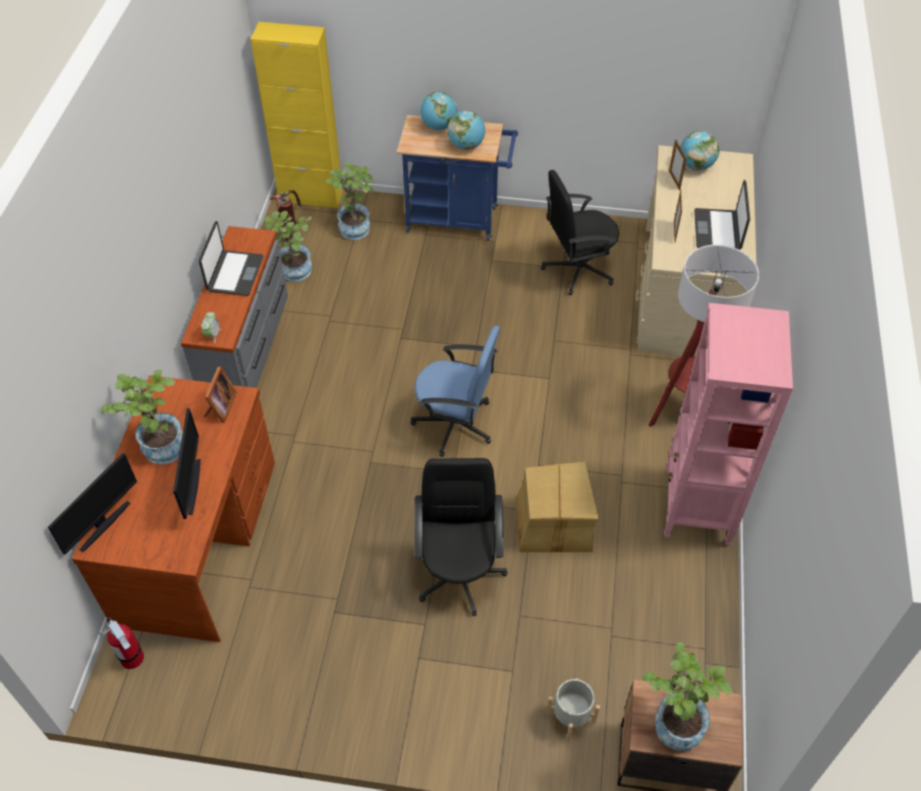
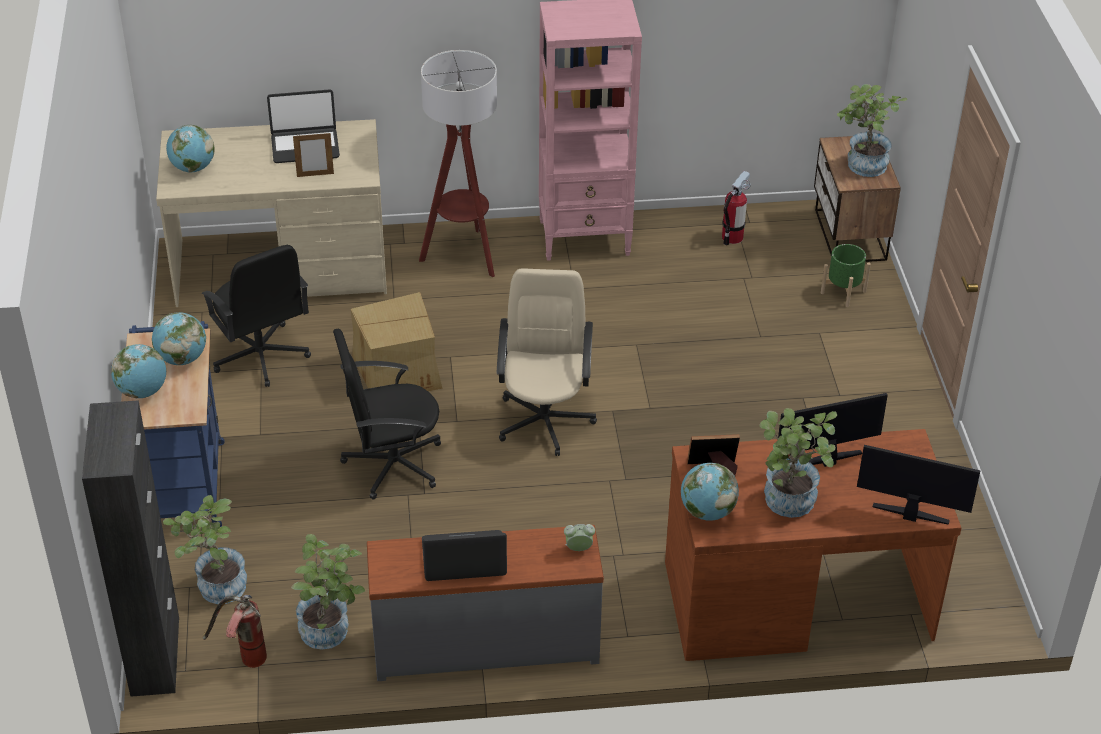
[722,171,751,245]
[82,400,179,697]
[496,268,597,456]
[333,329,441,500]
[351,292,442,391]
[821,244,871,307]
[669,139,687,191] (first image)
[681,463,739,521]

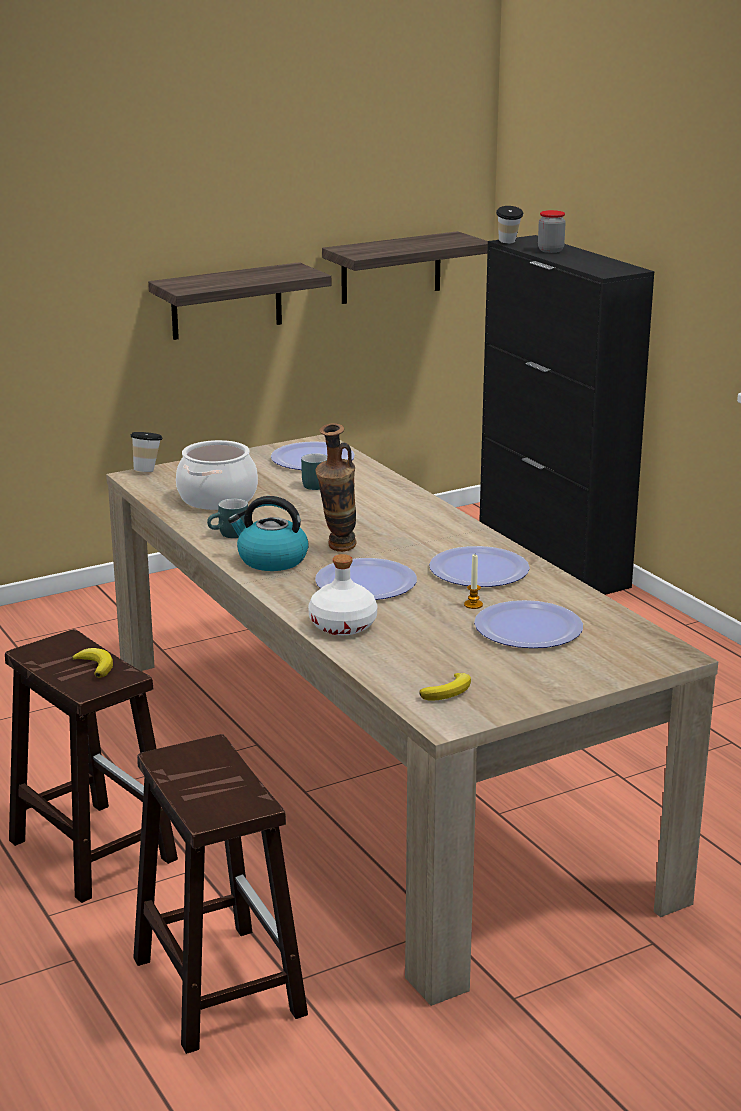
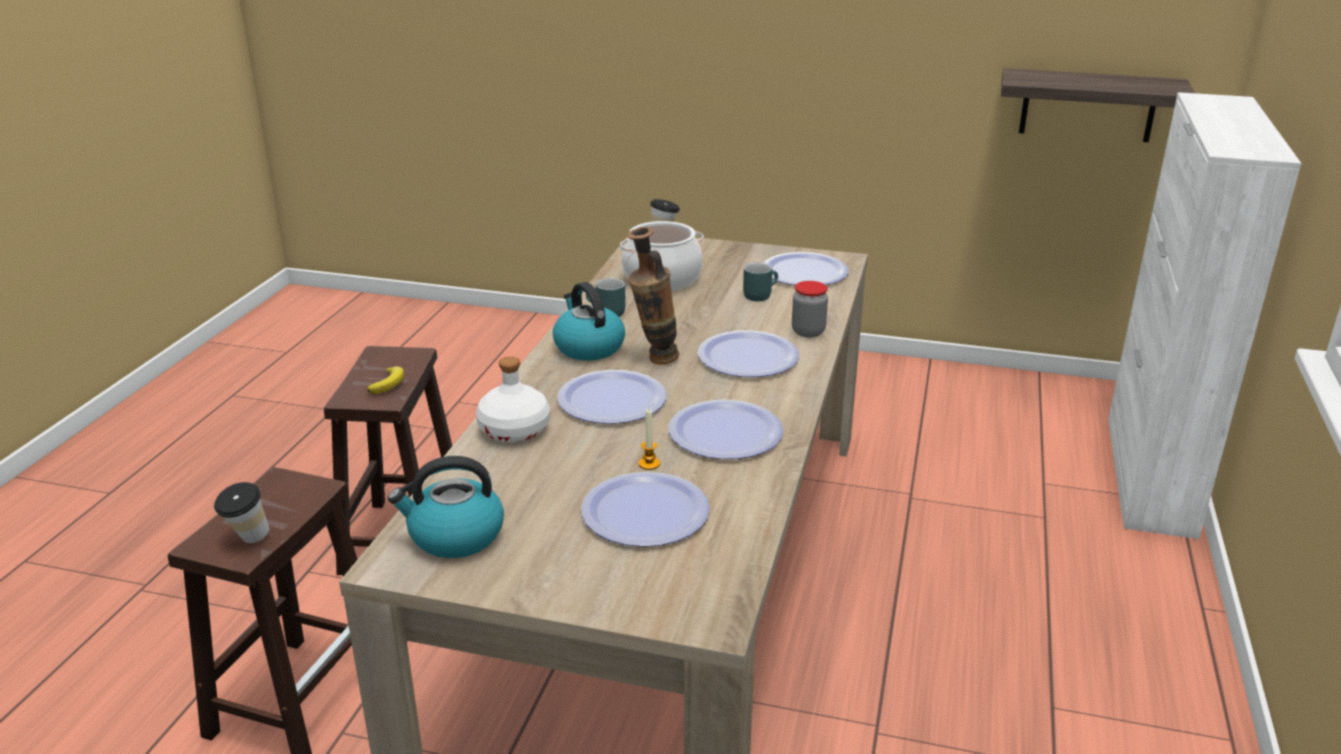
[148,262,331,340] (first image)
[388,456,504,558]
[1108,92,1302,539]
[214,482,269,543]
[792,281,828,338]
[698,330,799,377]

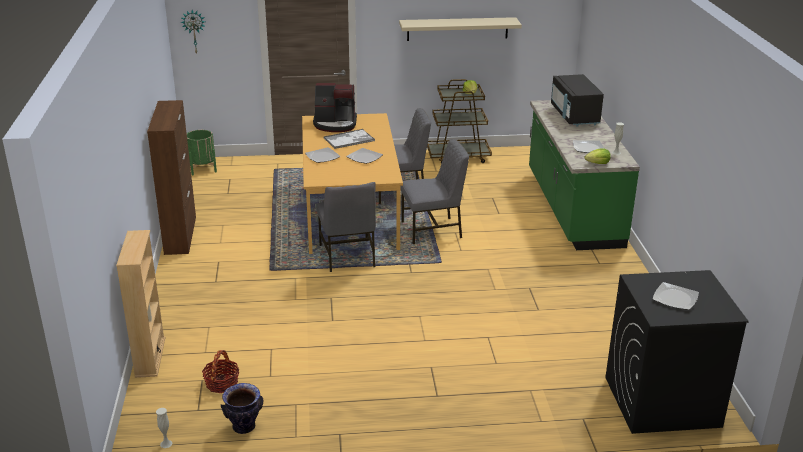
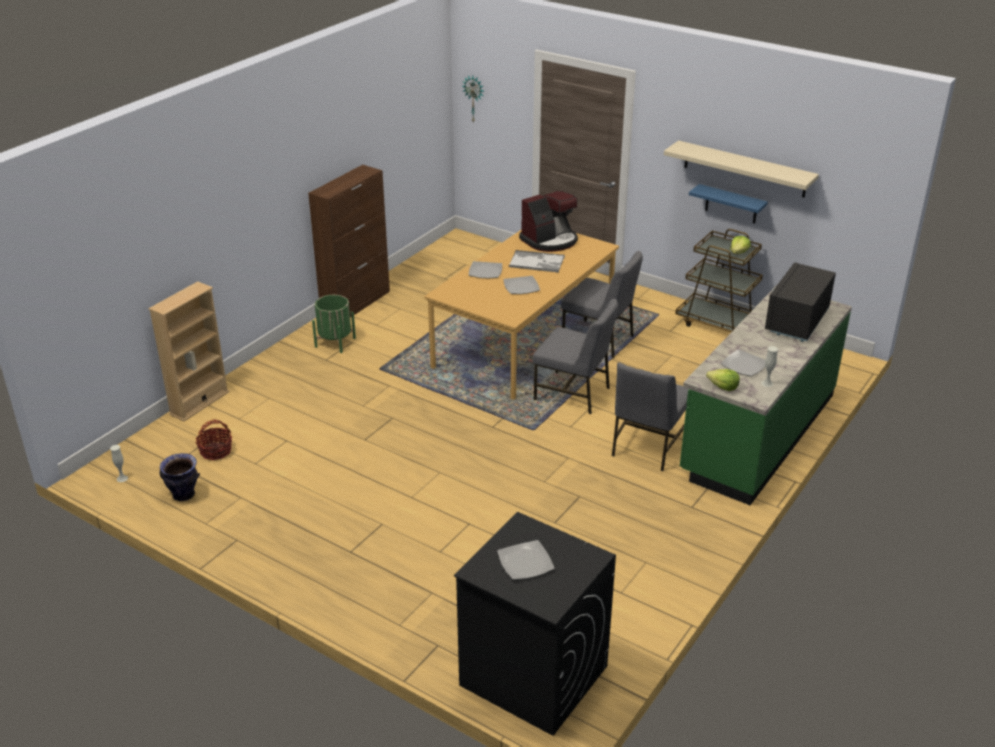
[312,295,356,353]
[519,191,578,252]
[612,362,688,471]
[689,184,768,224]

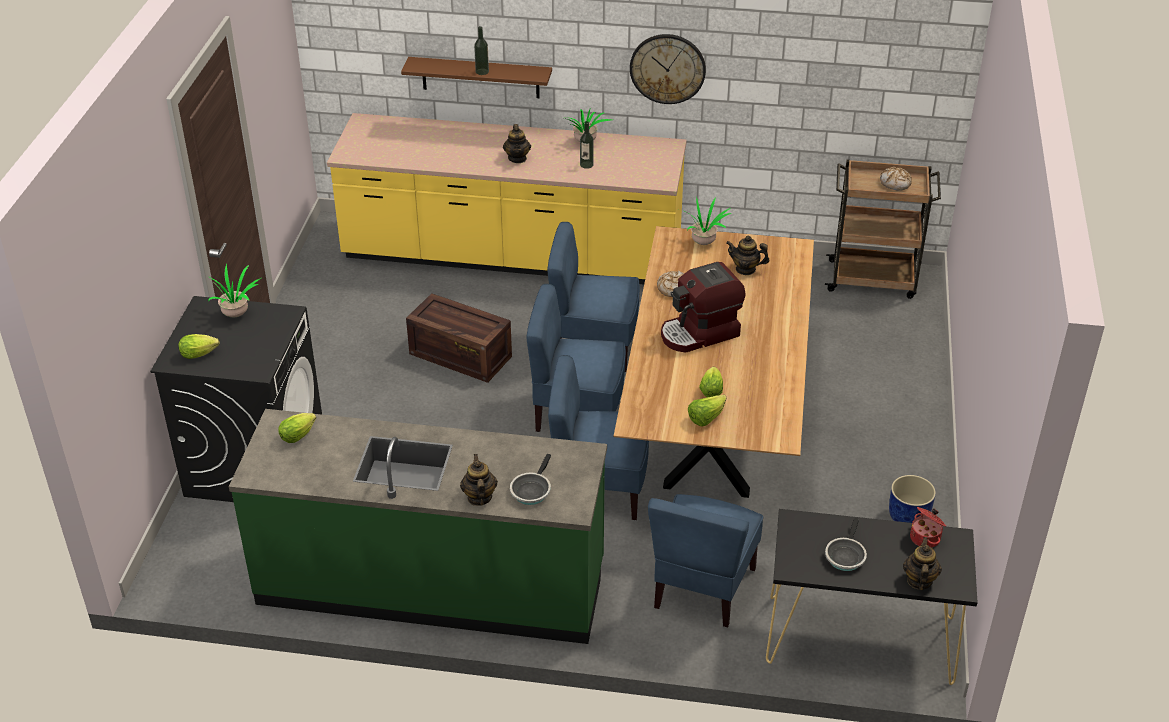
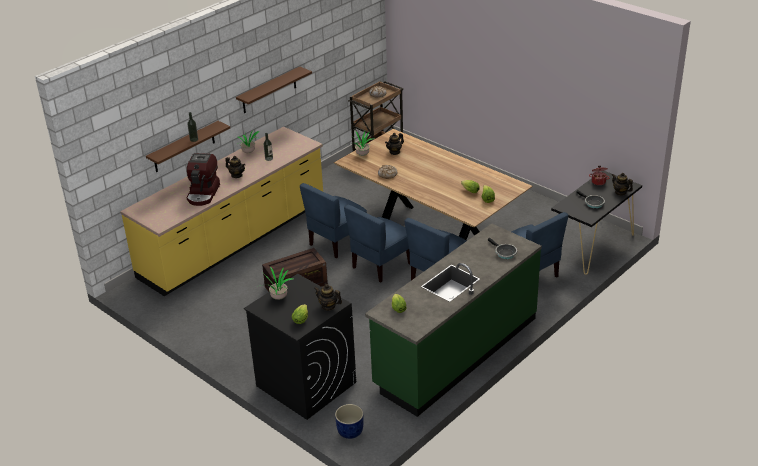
[314,284,342,311]
[236,67,312,114]
[186,153,220,206]
[335,404,363,439]

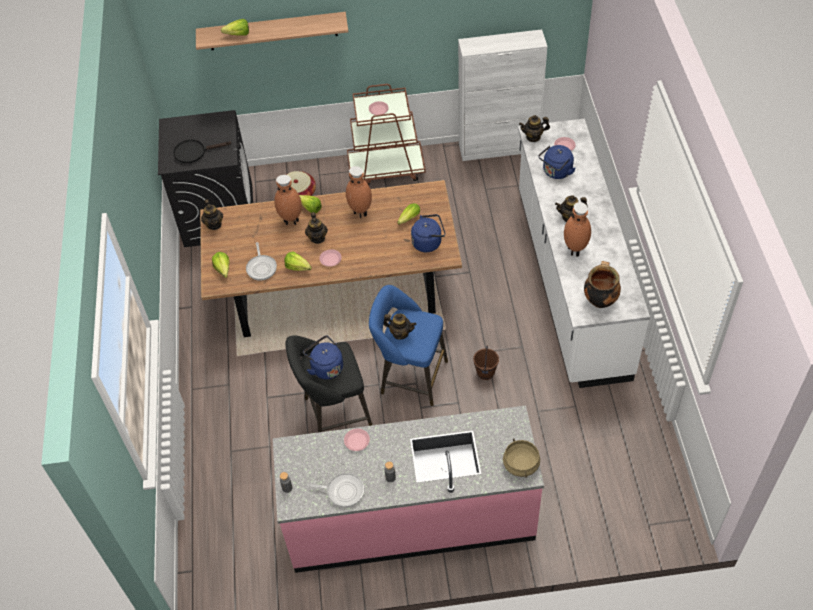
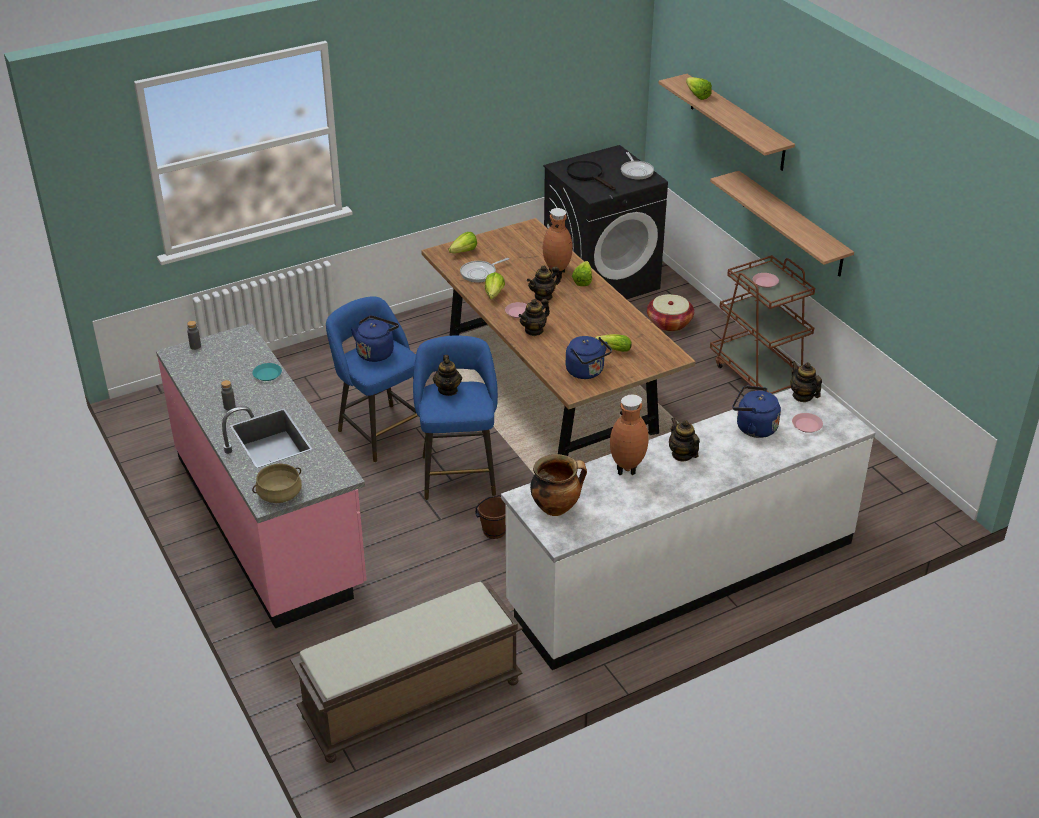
[518,299,550,336]
[326,296,426,463]
[621,152,654,180]
[252,363,282,381]
[346,166,372,218] (first image)
[458,29,548,161] (first image)
[290,582,523,763]
[710,171,854,277]

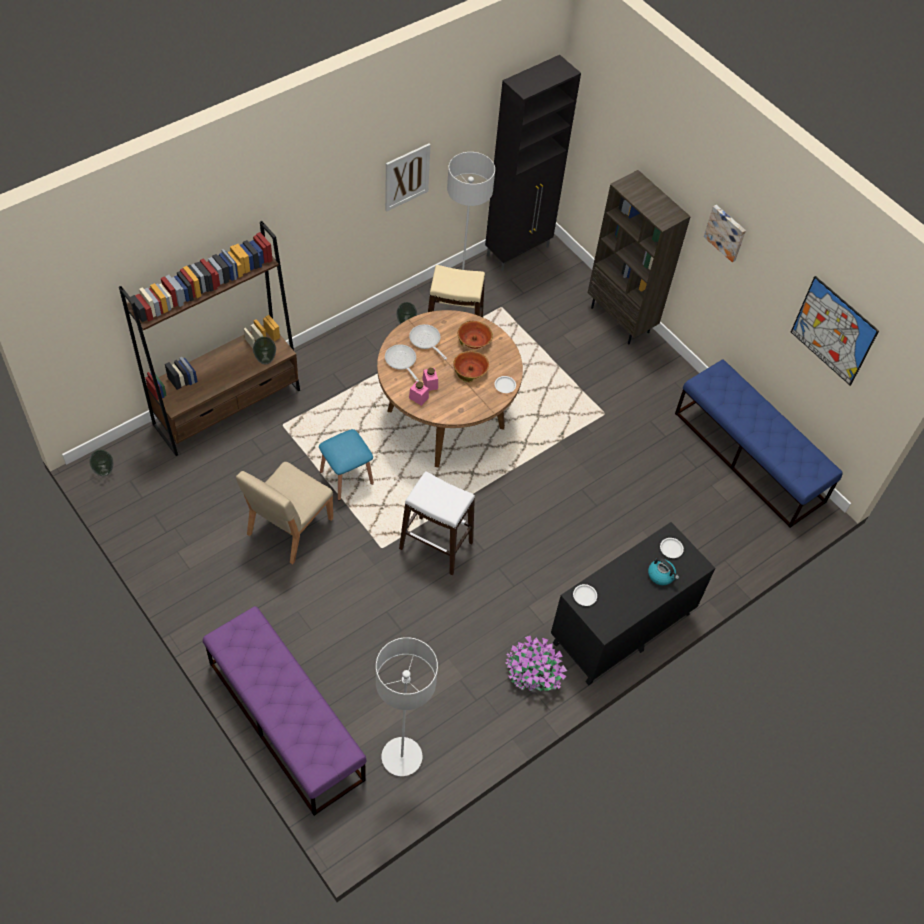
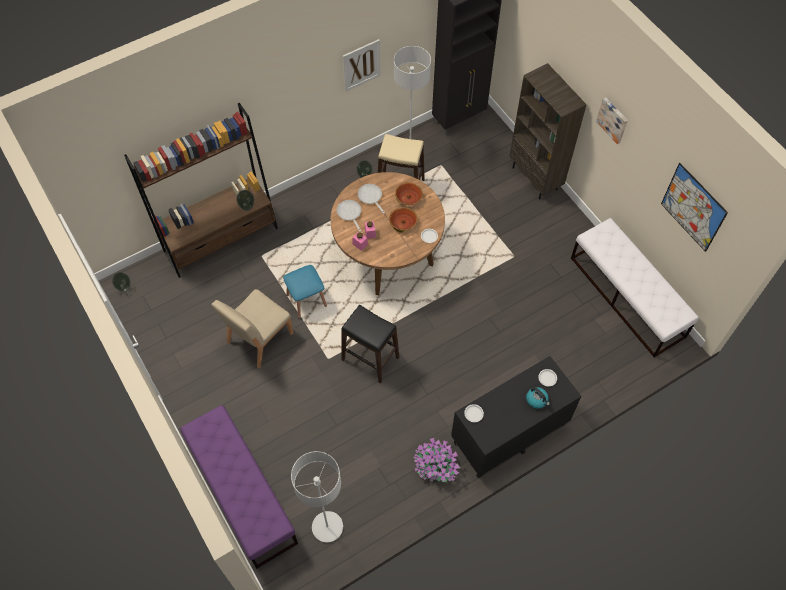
[342,305,399,383]
[571,218,699,357]

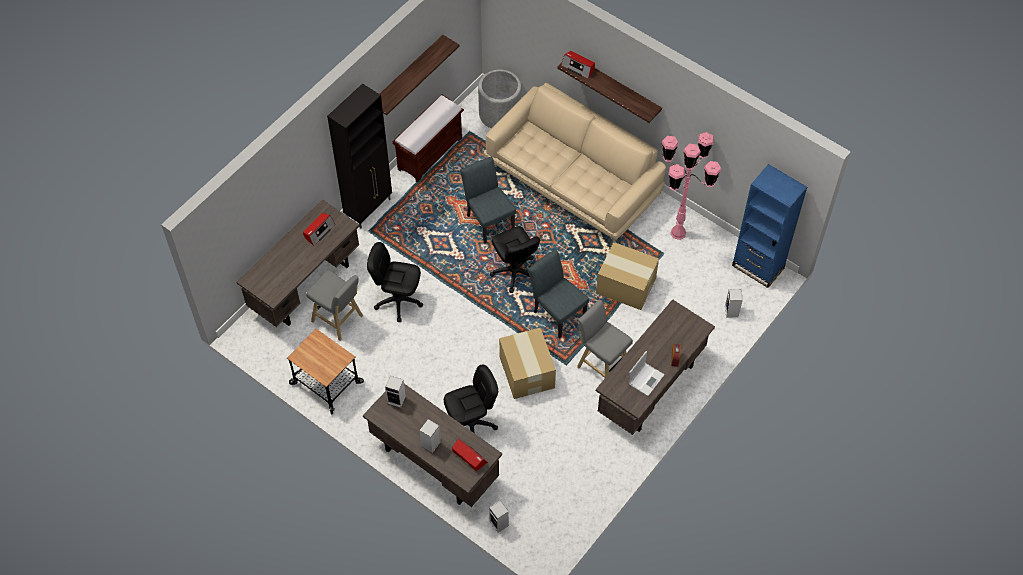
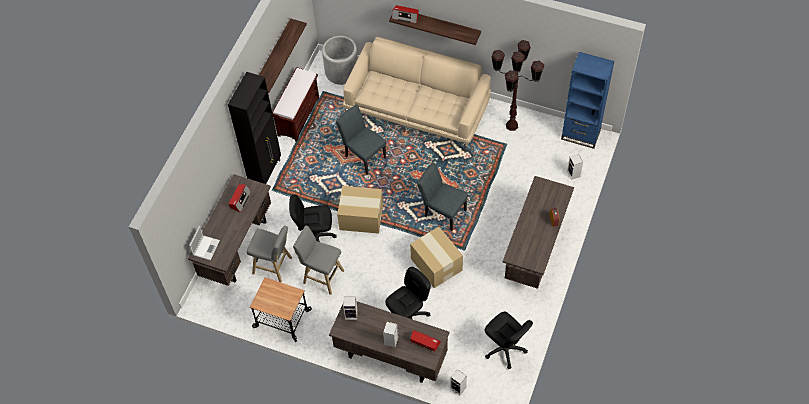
[485,312,533,369]
[293,226,344,295]
[337,186,383,234]
[189,226,220,260]
[491,40,544,131]

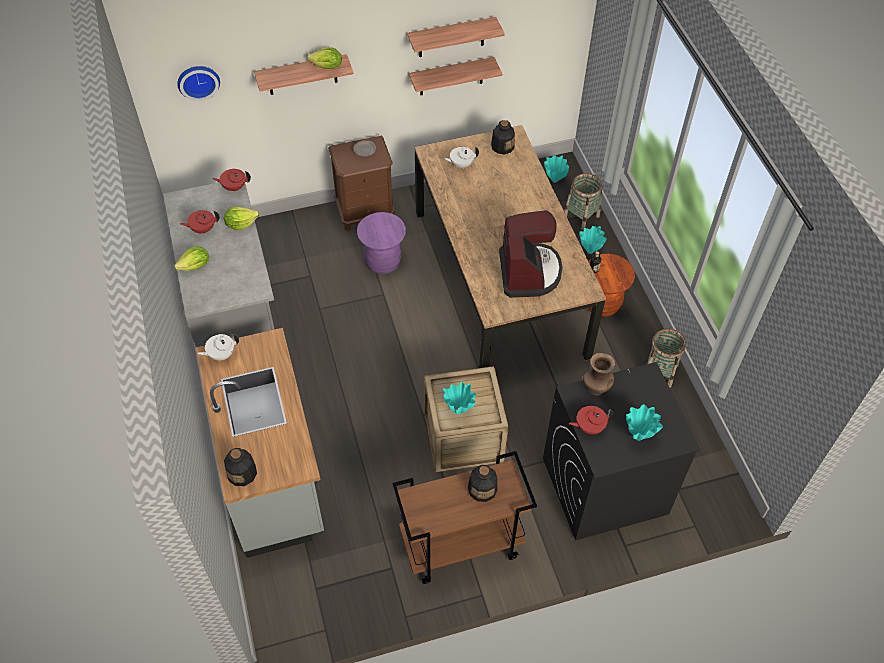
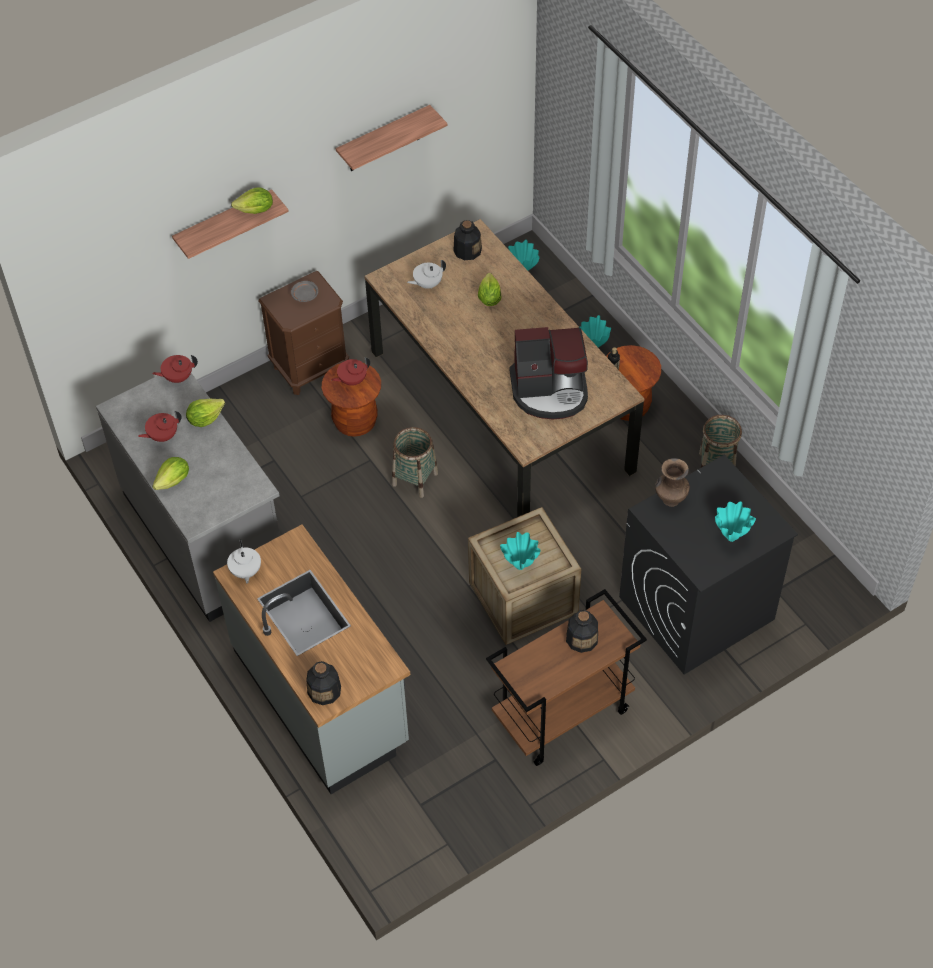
[177,66,220,101] (first image)
[227,539,261,584]
[322,363,381,437]
[409,57,502,95] (first image)
[510,327,588,420]
[392,427,438,498]
[331,357,370,386]
[478,273,501,306]

